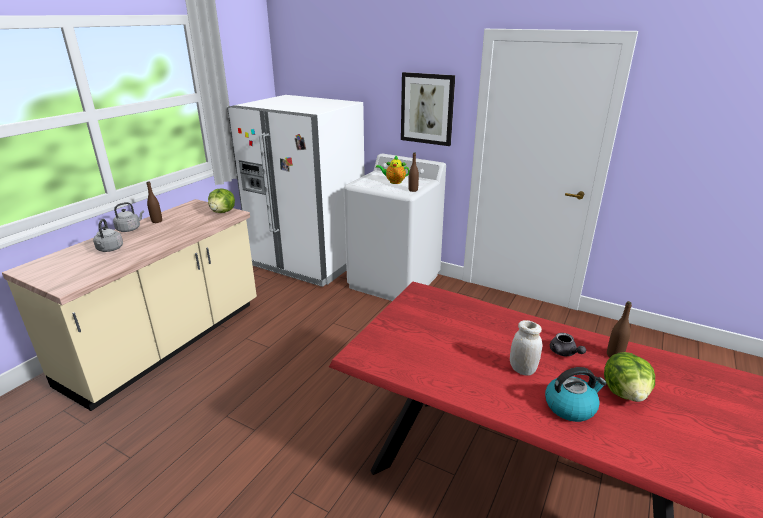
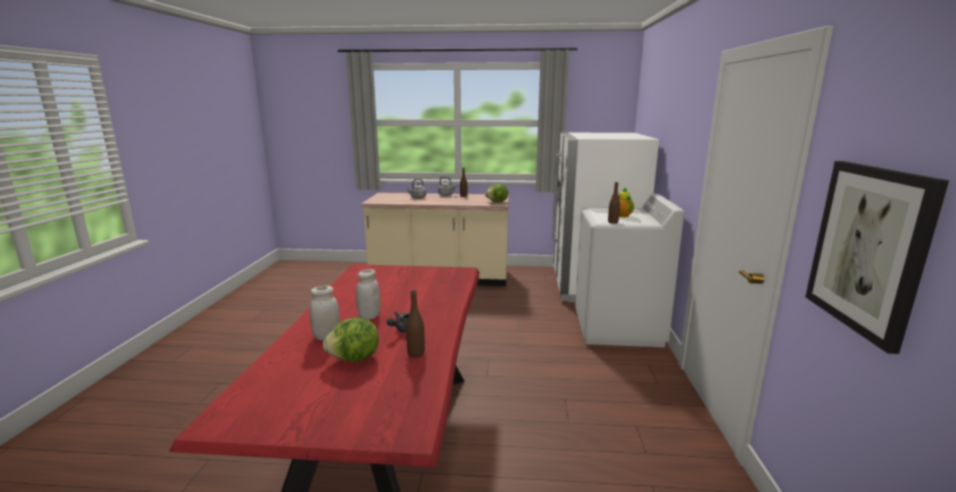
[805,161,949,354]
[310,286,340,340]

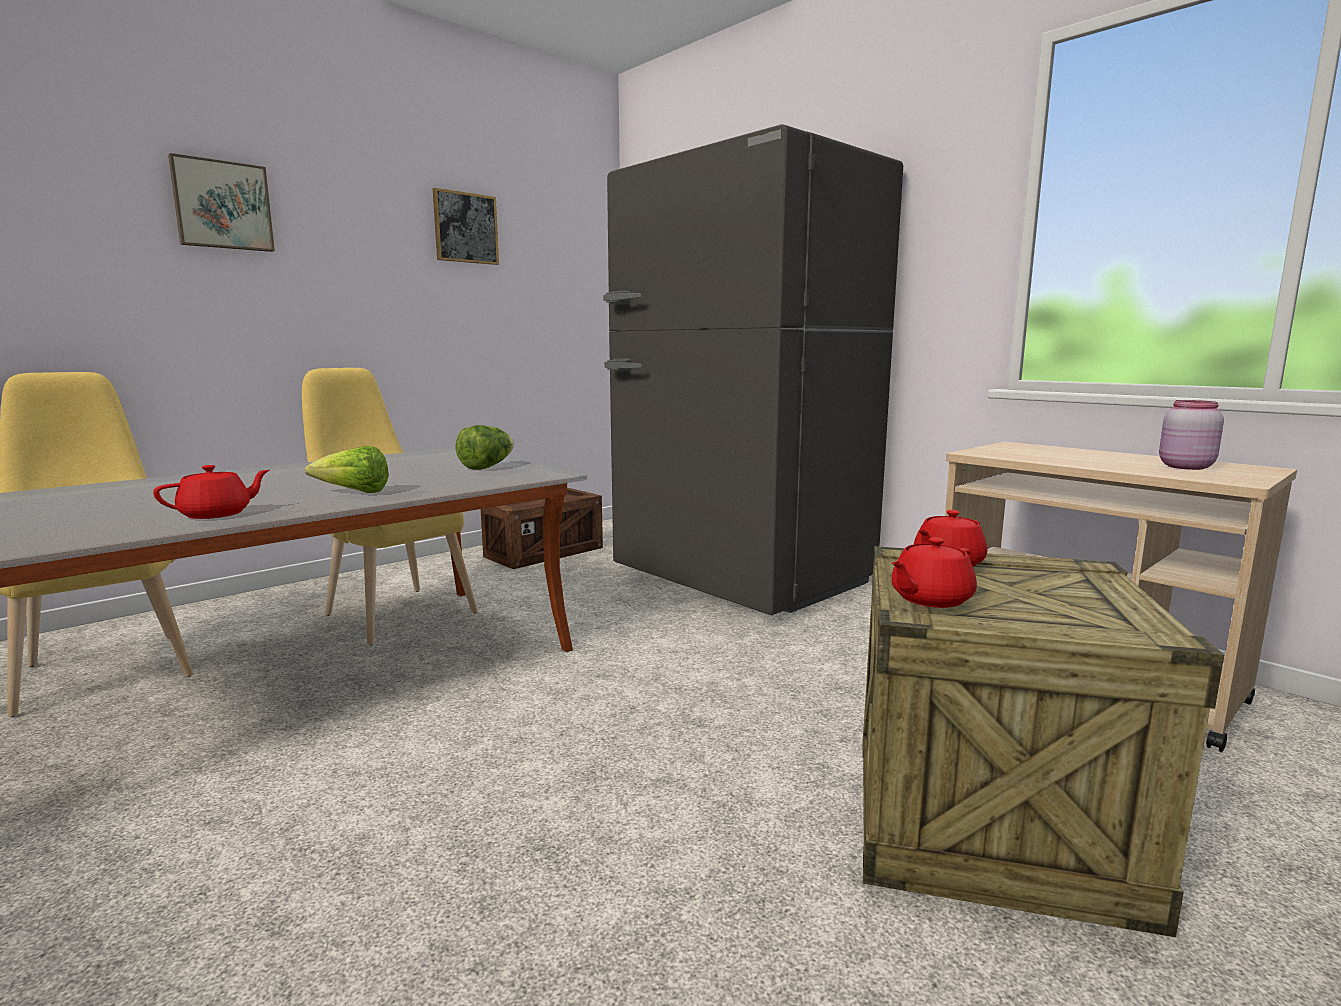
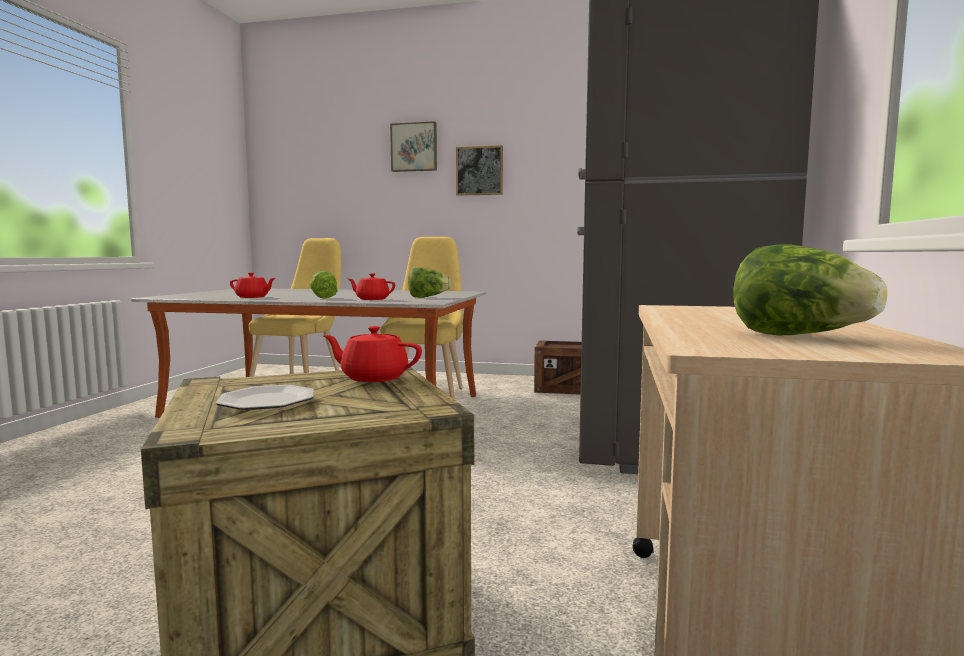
[456,145,503,196]
[348,273,395,300]
[733,244,887,335]
[216,385,314,410]

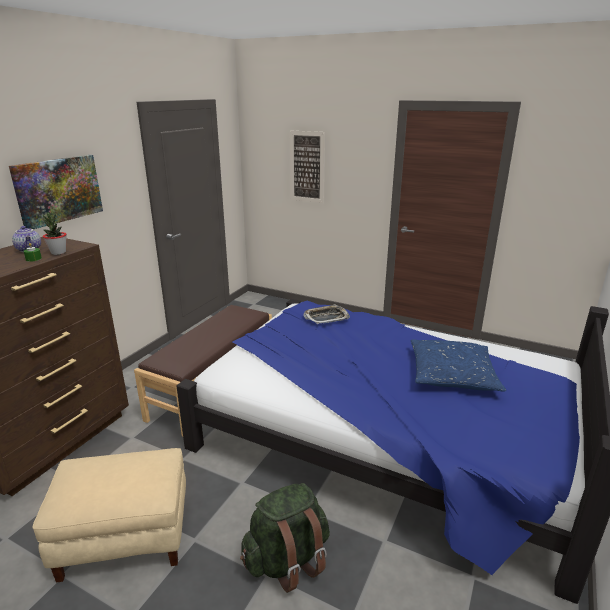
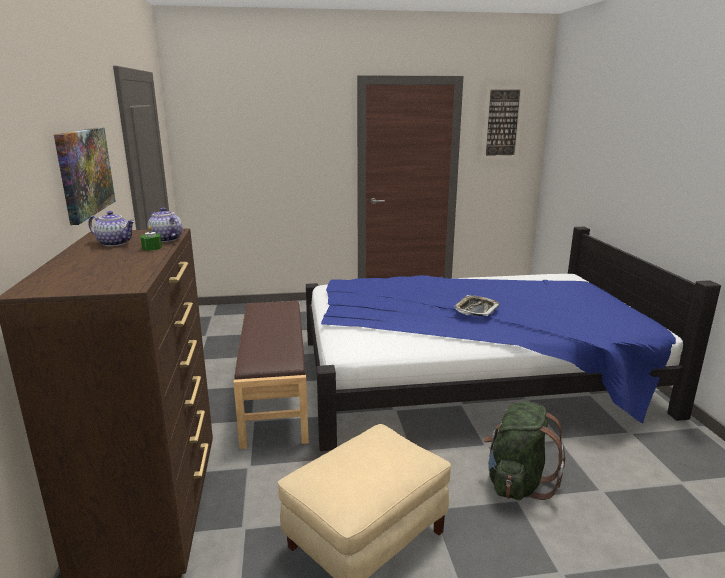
[147,207,183,242]
[481,85,525,160]
[454,295,500,316]
[411,339,506,392] (first image)

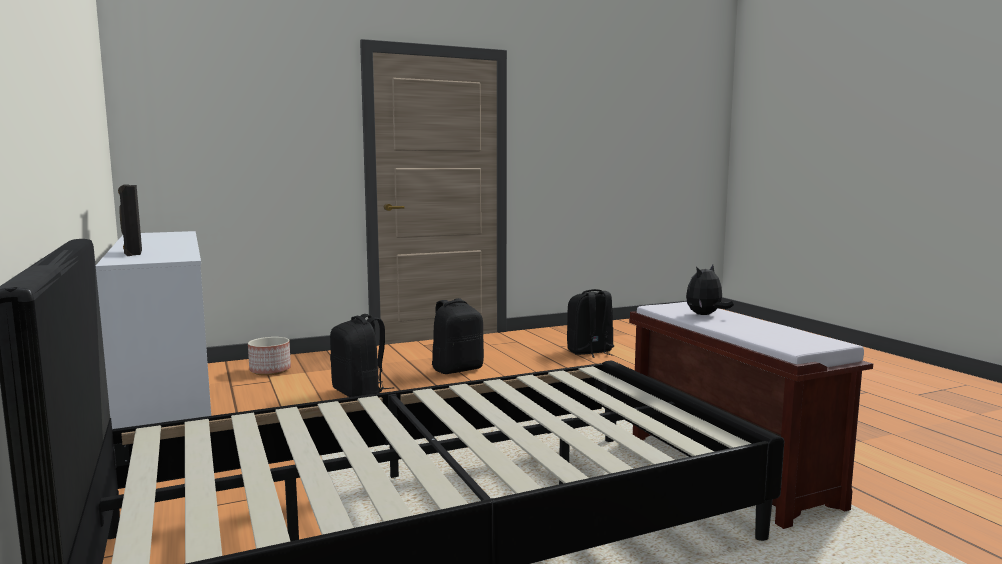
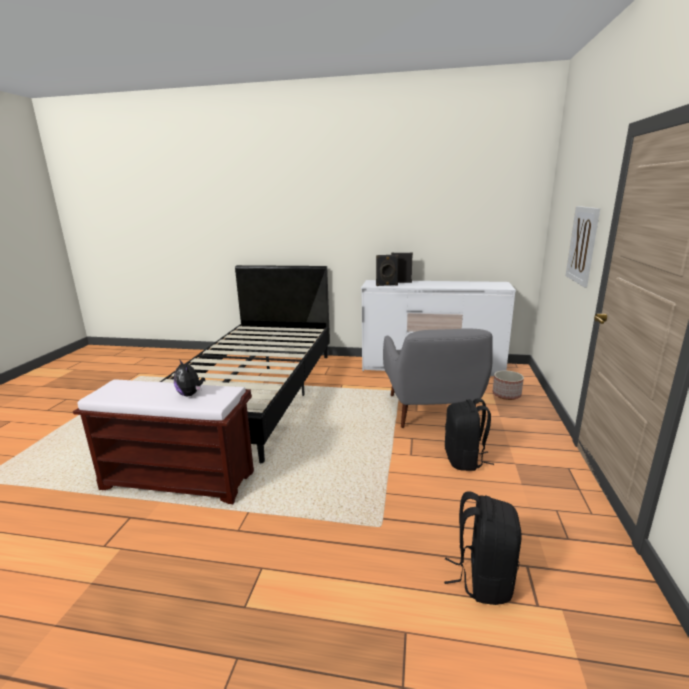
[383,328,493,428]
[174,359,204,396]
[376,255,399,286]
[566,206,600,287]

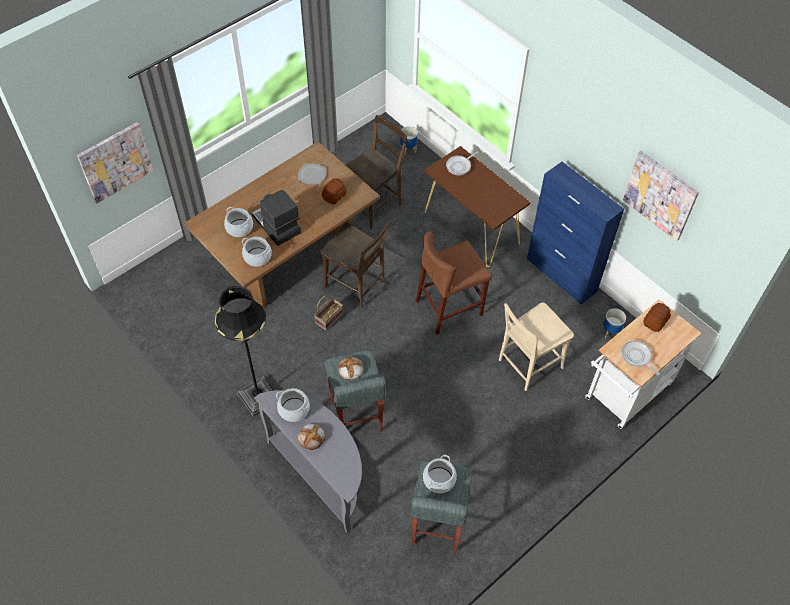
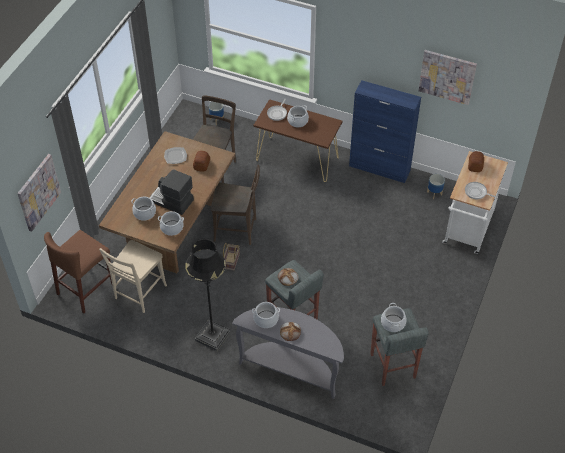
[44,230,112,314]
[99,240,167,313]
[287,105,309,127]

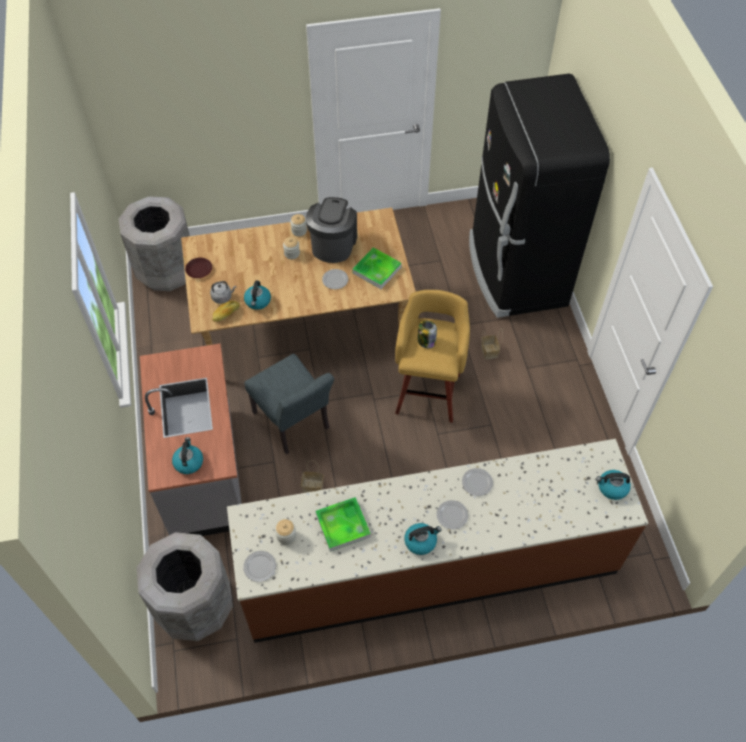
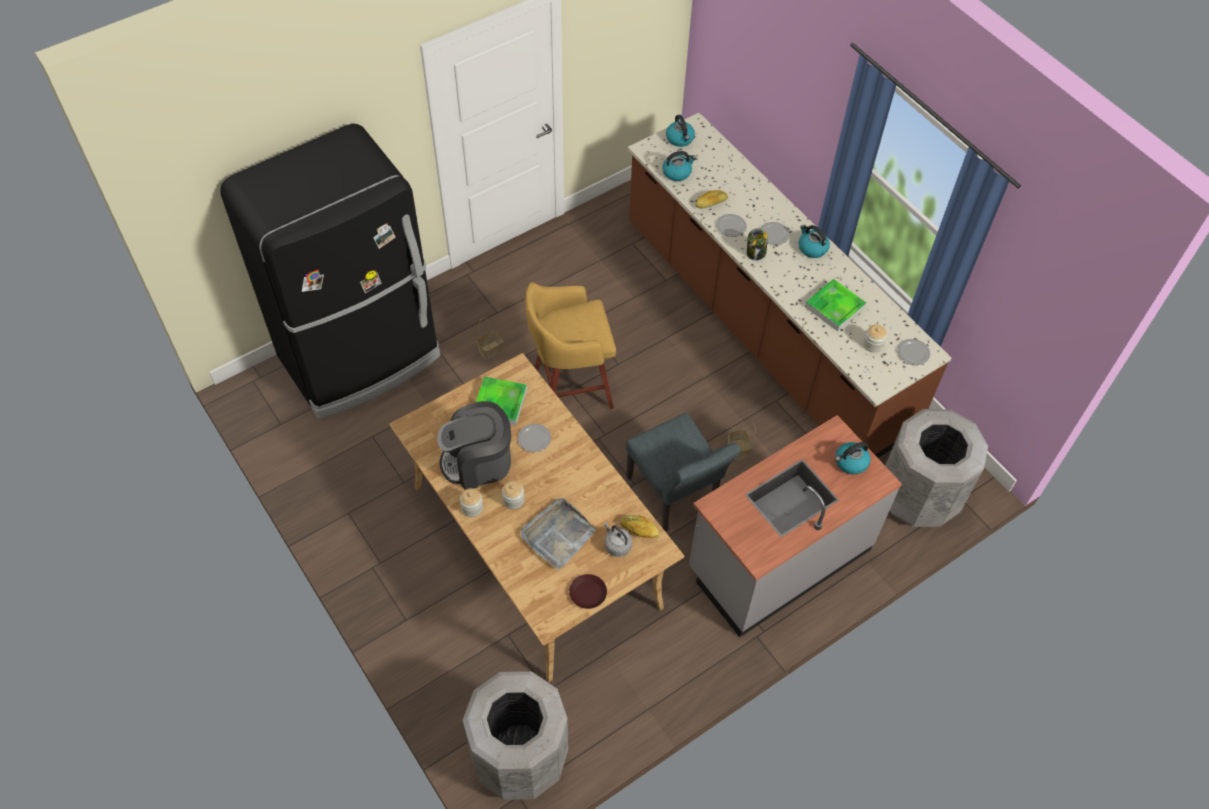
[662,151,696,181]
[626,413,741,531]
[747,228,768,260]
[521,498,596,570]
[695,190,728,208]

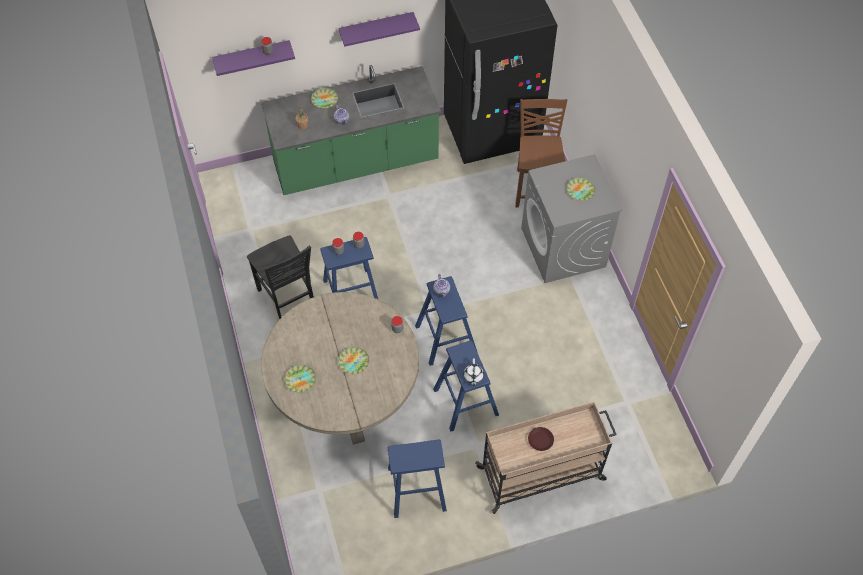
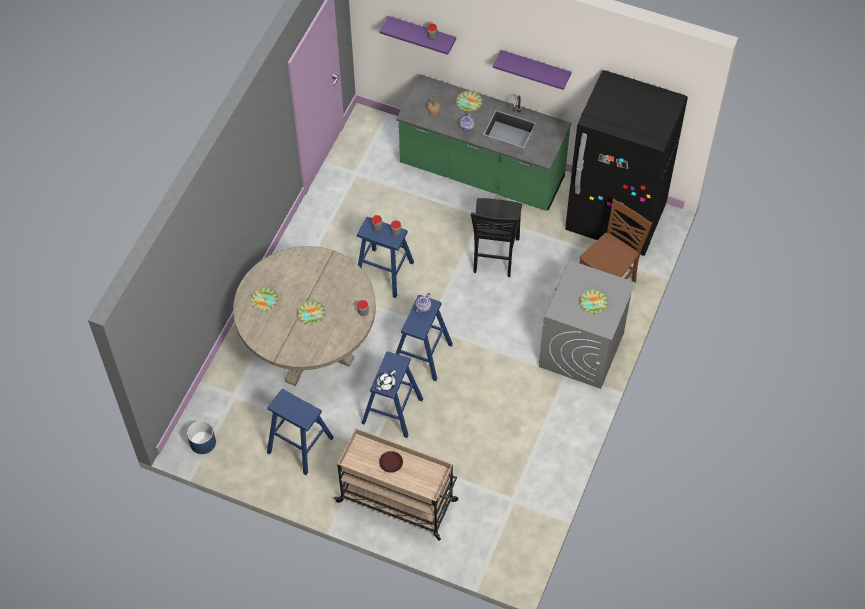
[471,198,522,277]
[187,421,216,454]

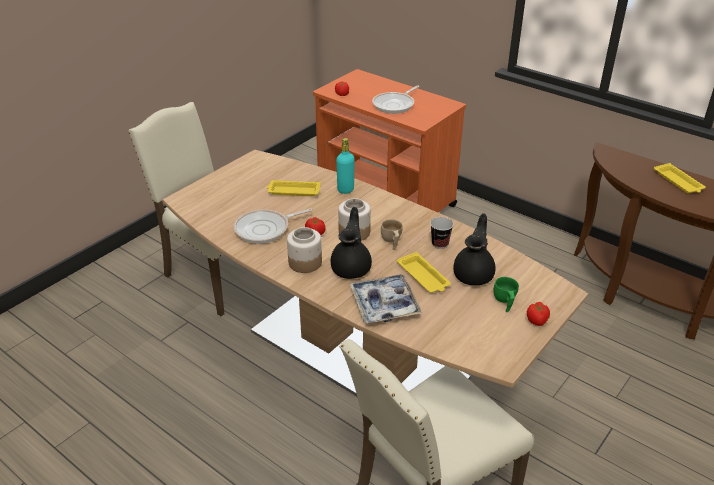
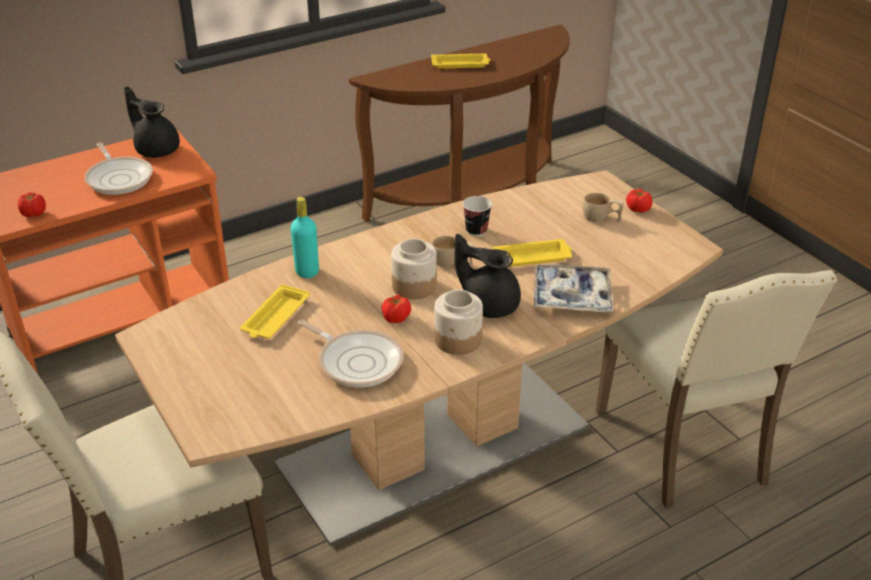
[298,320,403,387]
[124,87,180,158]
[582,193,624,222]

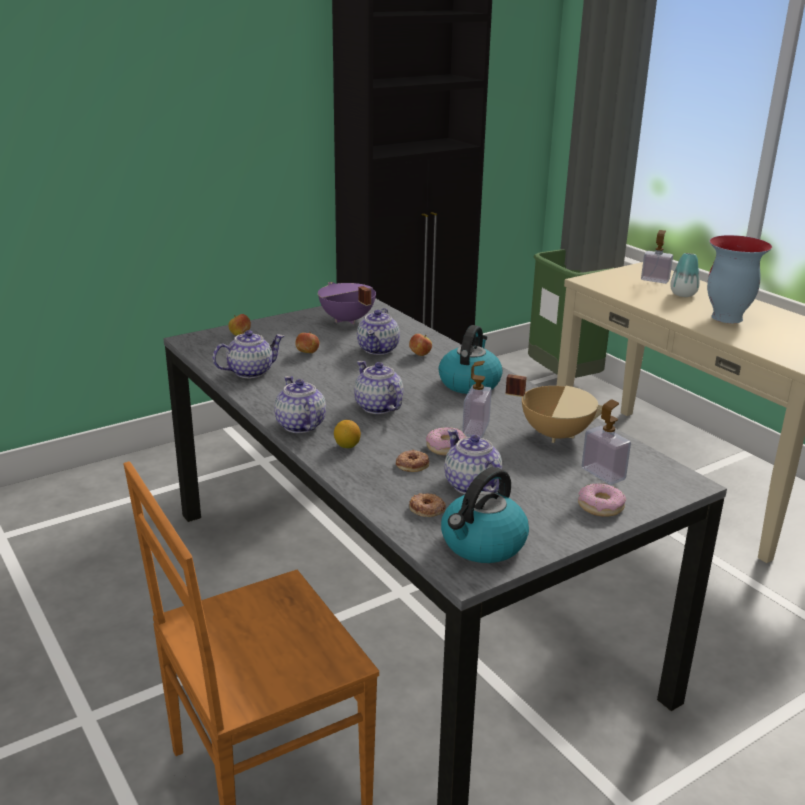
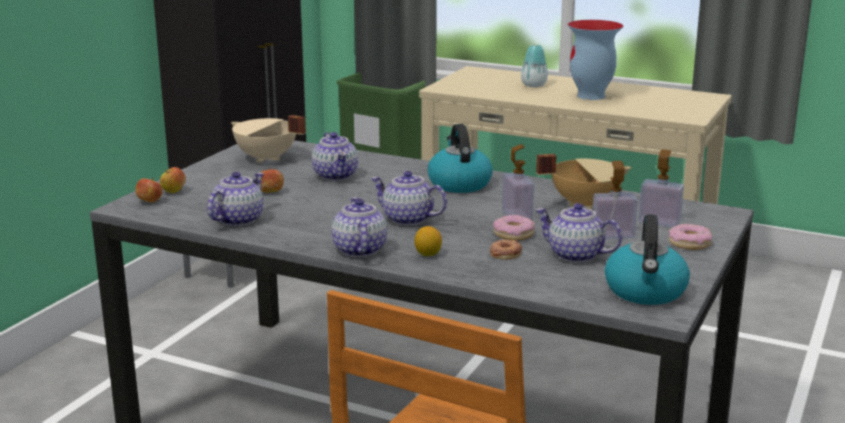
[332,197,387,257]
[231,115,306,163]
[135,178,163,202]
[409,493,446,517] (first image)
[593,161,638,239]

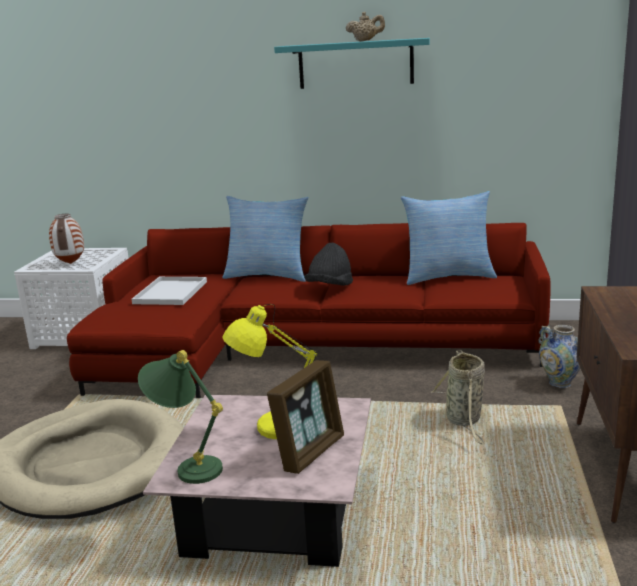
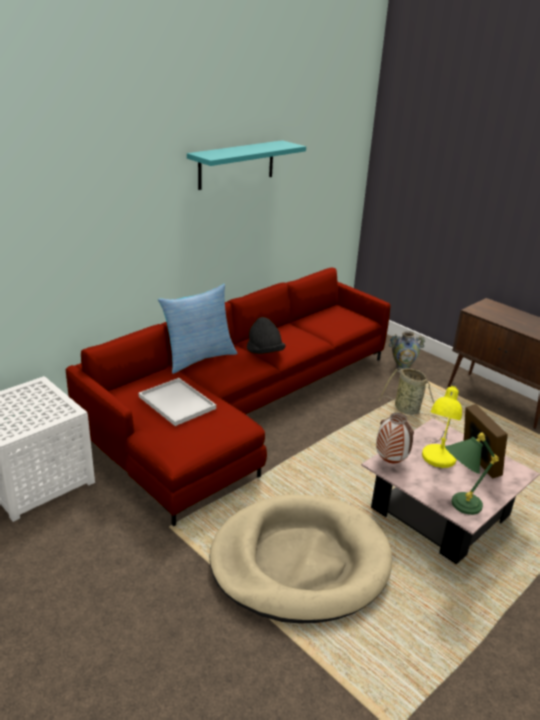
[376,413,414,463]
[346,12,385,41] (first image)
[401,191,497,285] (first image)

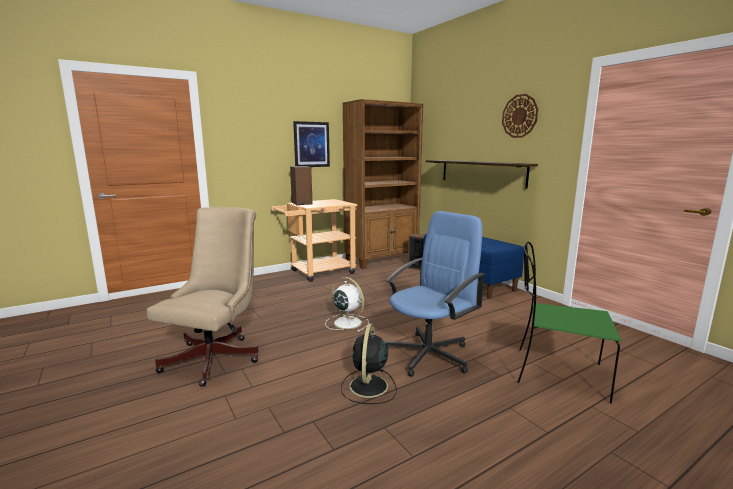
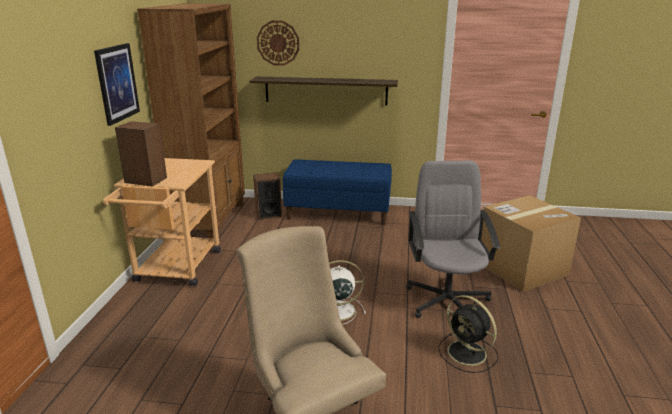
[406,161,500,318]
[257,21,299,66]
[481,195,581,292]

